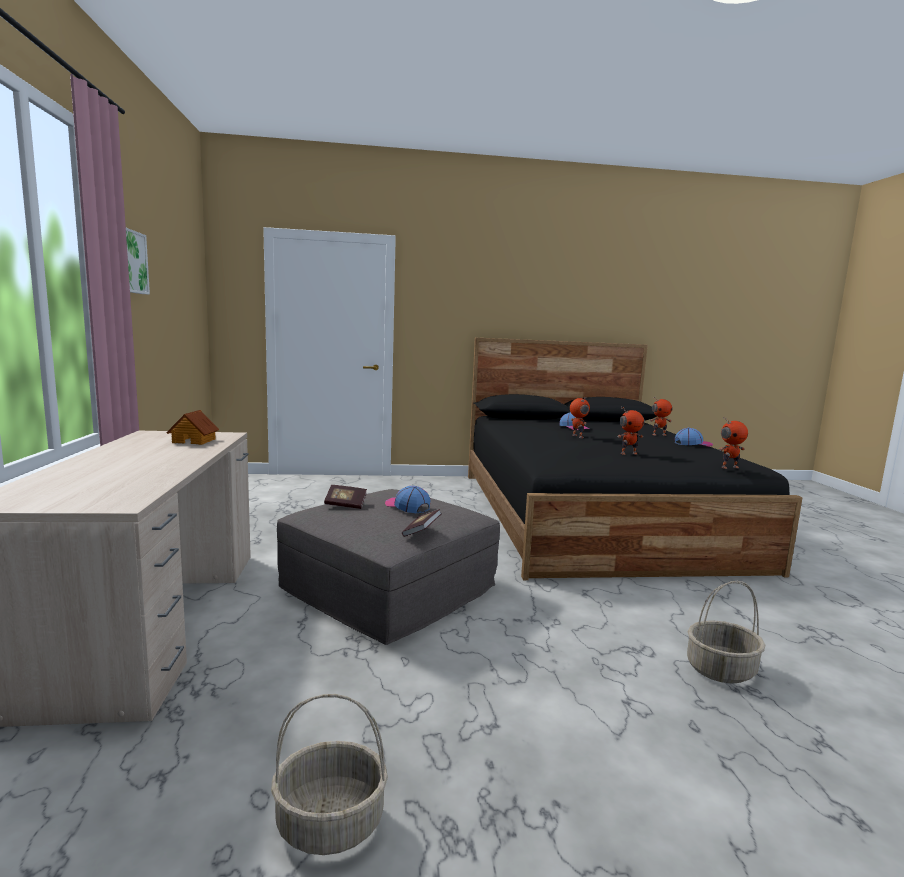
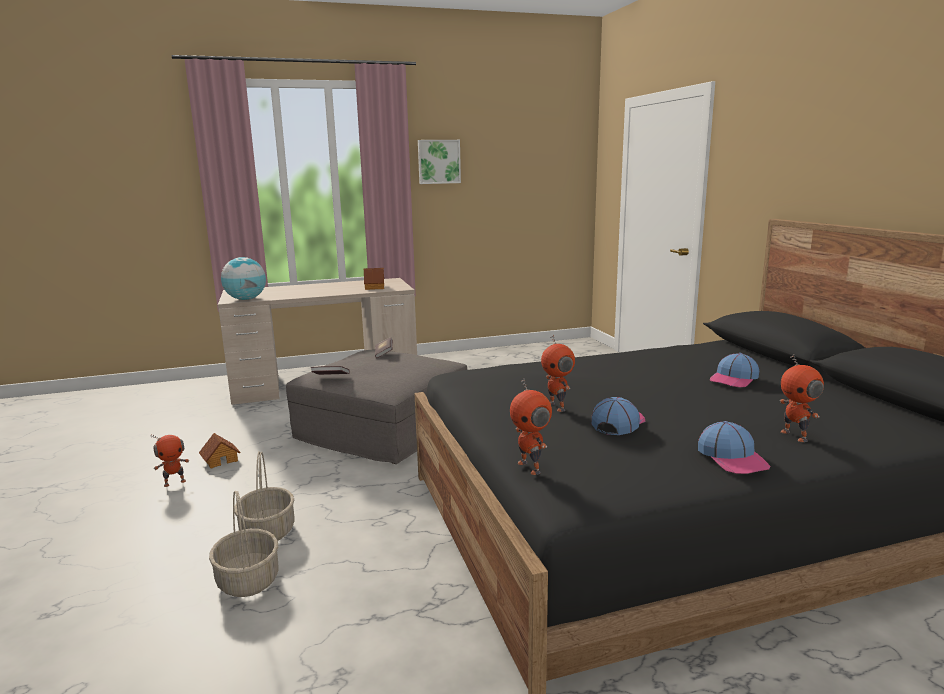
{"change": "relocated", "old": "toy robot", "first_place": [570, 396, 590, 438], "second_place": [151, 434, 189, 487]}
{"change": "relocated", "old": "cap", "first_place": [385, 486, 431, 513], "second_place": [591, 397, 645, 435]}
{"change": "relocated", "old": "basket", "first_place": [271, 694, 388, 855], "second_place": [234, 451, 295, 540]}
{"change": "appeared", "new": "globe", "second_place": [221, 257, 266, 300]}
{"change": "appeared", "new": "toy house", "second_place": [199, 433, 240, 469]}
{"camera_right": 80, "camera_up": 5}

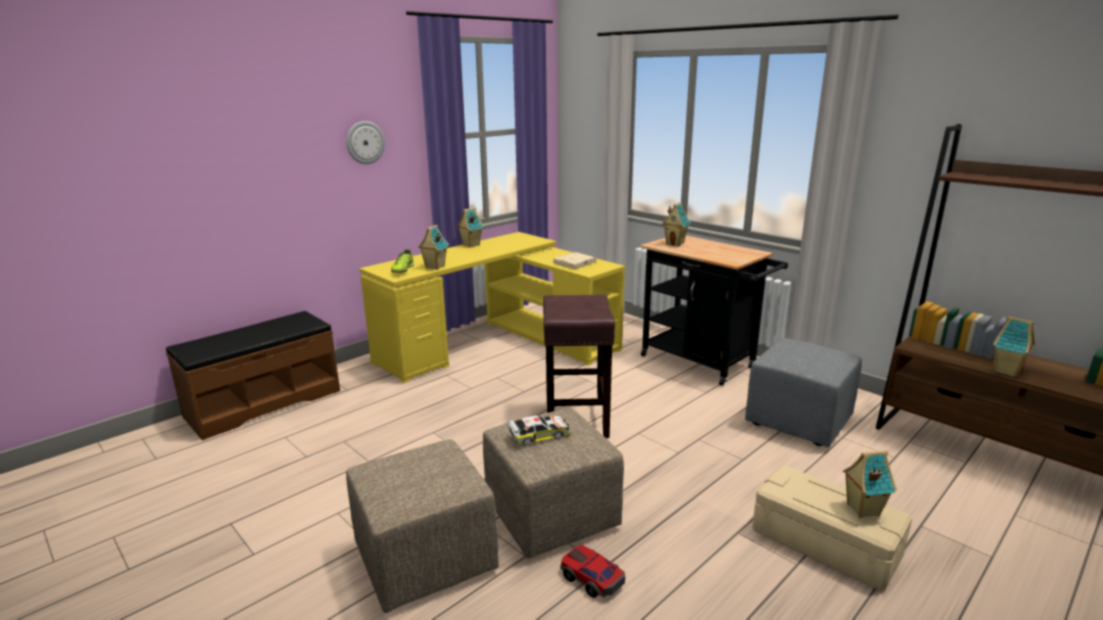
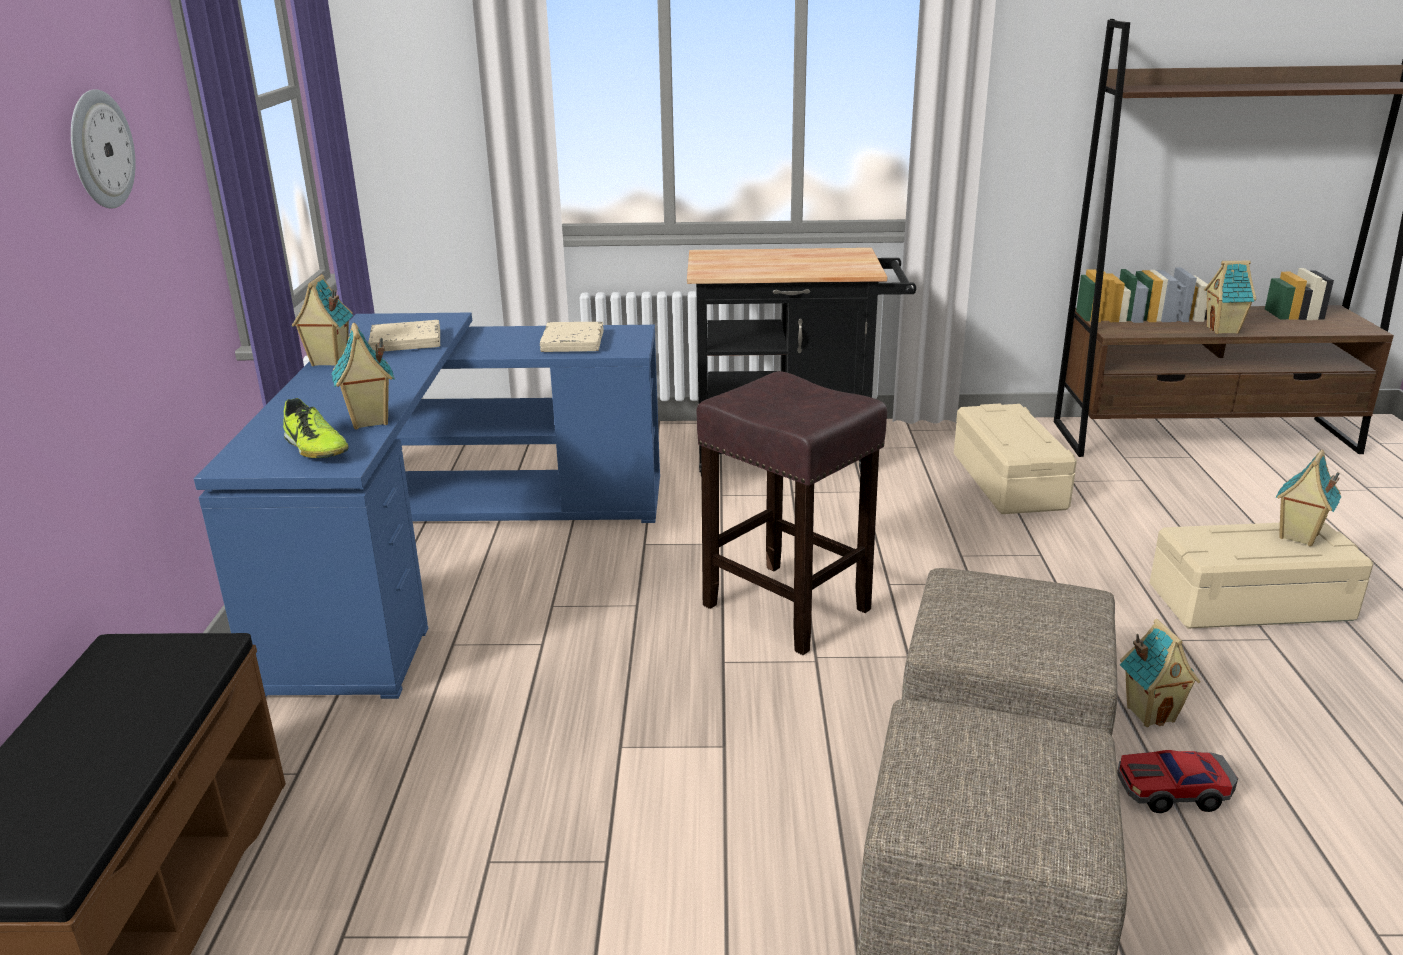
{"change": "relocated", "old": "toy house", "first_place": [662, 202, 691, 246], "second_place": [1120, 619, 1200, 727]}
{"change": "colour", "old": "yellow desk", "new": "blue desk", "first_place": [359, 232, 625, 383], "second_place": [194, 312, 660, 699]}
{"change": "exchanged", "old": "grey ottoman", "new": "beige storage box", "first_place": [745, 338, 862, 448], "second_place": [954, 403, 1077, 514]}
{"change": "missing", "old": "toy car", "first_place": [509, 415, 571, 445]}
{"change": "appeared", "new": "beige book", "second_place": [368, 320, 440, 352]}
{"camera_right": -45, "camera_up": 5}

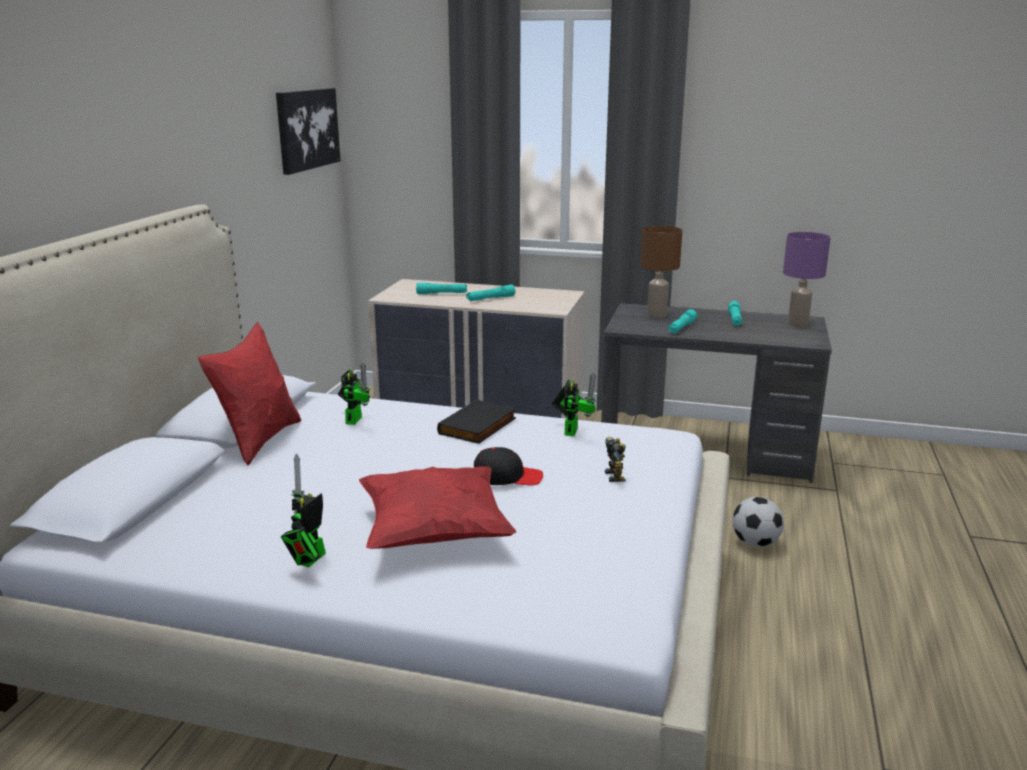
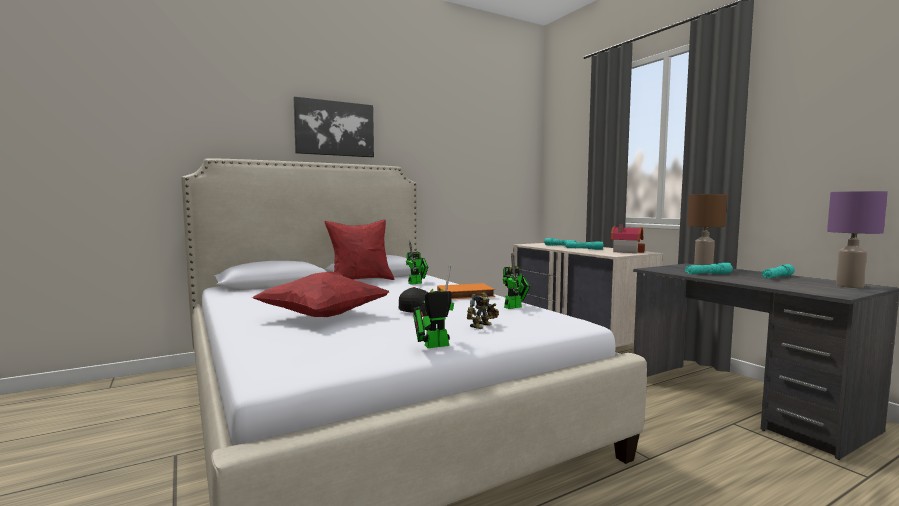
{"change": "relocated", "old": "picture", "first_place": [276, 88, 340, 175], "second_place": [294, 97, 374, 157]}
{"change": "colour", "old": "black book", "new": "orange book", "first_place": [437, 399, 516, 444], "second_place": [437, 283, 495, 299]}
{"change": "relocated", "old": "toy robot", "first_place": [281, 454, 326, 567], "second_place": [413, 263, 454, 348]}
{"change": "missing", "old": "football", "first_place": [732, 497, 784, 547]}
{"change": "appeared", "new": "toy house", "second_place": [610, 225, 645, 253]}
{"camera_right": 45, "camera_up": -15}

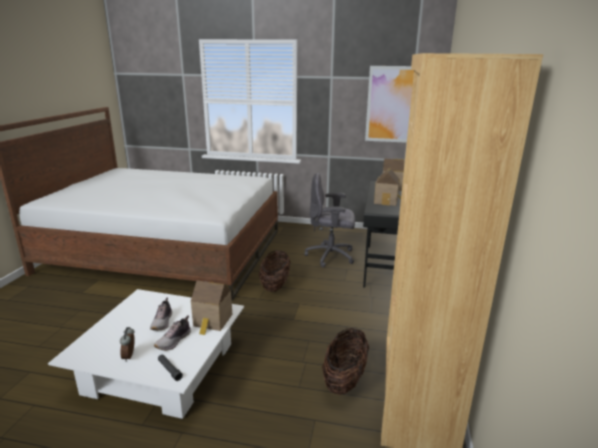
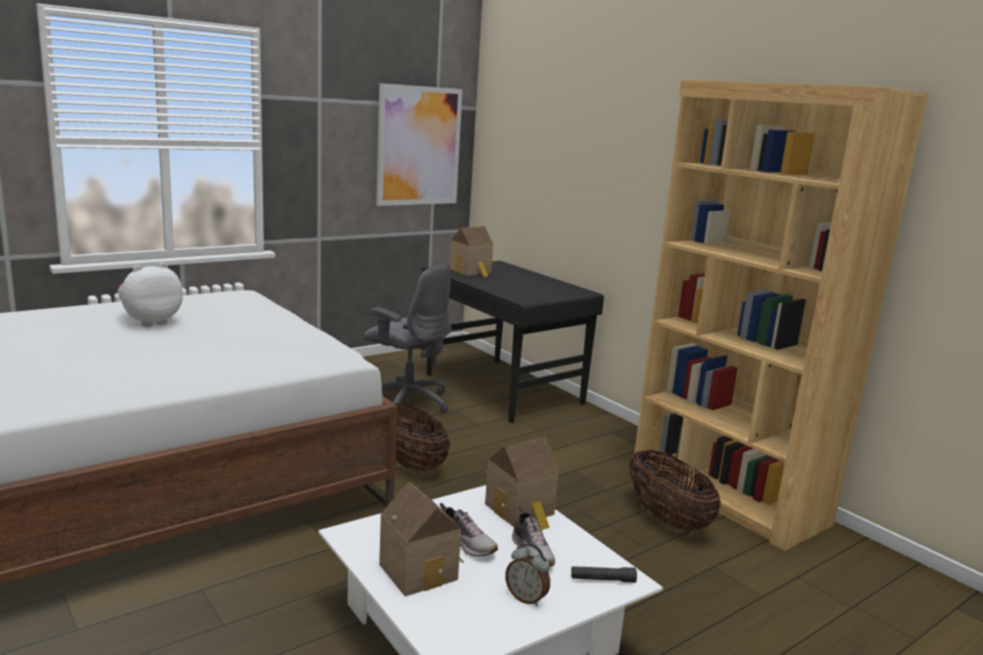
{"change": "relocated", "old": "toy house", "first_place": [374, 168, 401, 206], "second_place": [379, 481, 463, 596]}
{"change": "spun", "old": "grey office chair", "first_place": [305, 173, 355, 268], "second_place": [364, 265, 451, 418], "degrees": -105}
{"change": "appeared", "new": "plush toy", "second_place": [118, 263, 183, 327]}
{"camera_right": -50, "camera_up": -5}

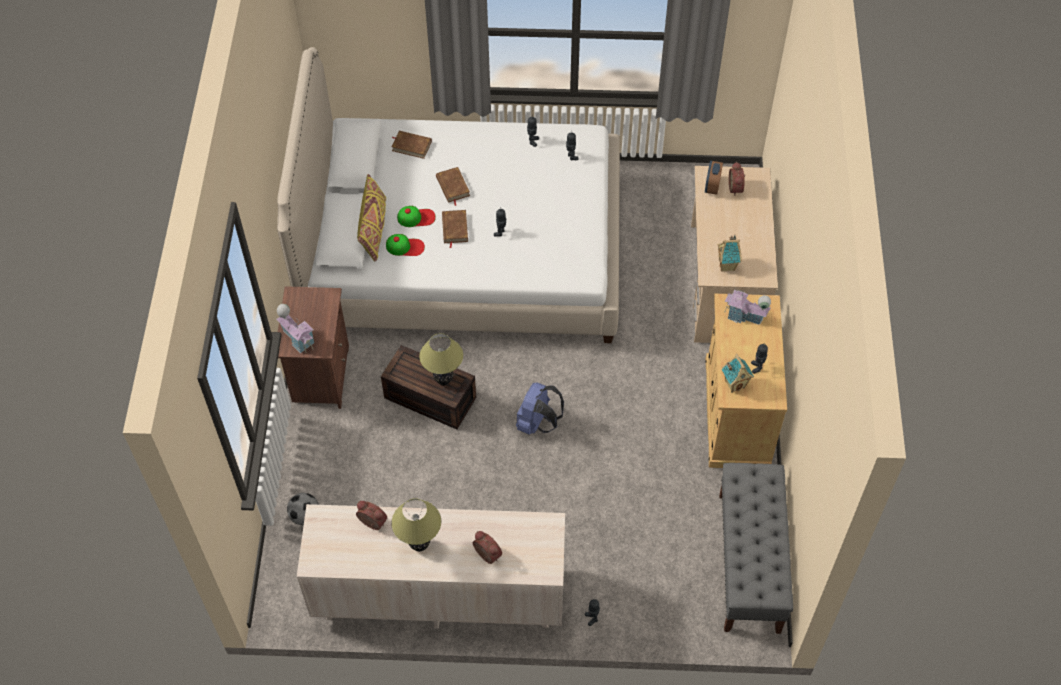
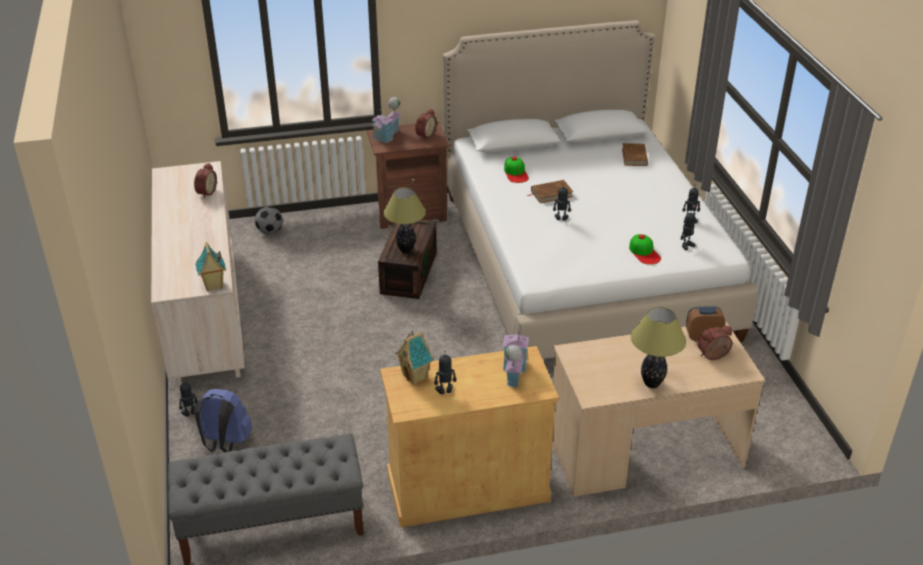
{"change": "missing", "old": "brown book", "first_place": [436, 167, 470, 206]}
{"change": "missing", "old": "yellow pillow", "first_place": [357, 174, 386, 261]}
{"change": "relocated", "old": "cap", "first_place": [397, 206, 436, 227], "second_place": [629, 234, 661, 265]}
{"change": "relocated", "old": "toy house", "first_place": [717, 235, 742, 272], "second_place": [195, 242, 226, 292]}
{"change": "relocated", "old": "blue backpack", "first_place": [516, 382, 564, 435], "second_place": [194, 389, 253, 453]}
{"change": "relocated", "old": "table lamp", "first_place": [391, 498, 441, 551], "second_place": [631, 307, 686, 388]}
{"change": "relocated", "old": "alarm clock", "first_place": [473, 531, 502, 564], "second_place": [415, 109, 437, 140]}
{"camera_right": 75, "camera_up": -20}

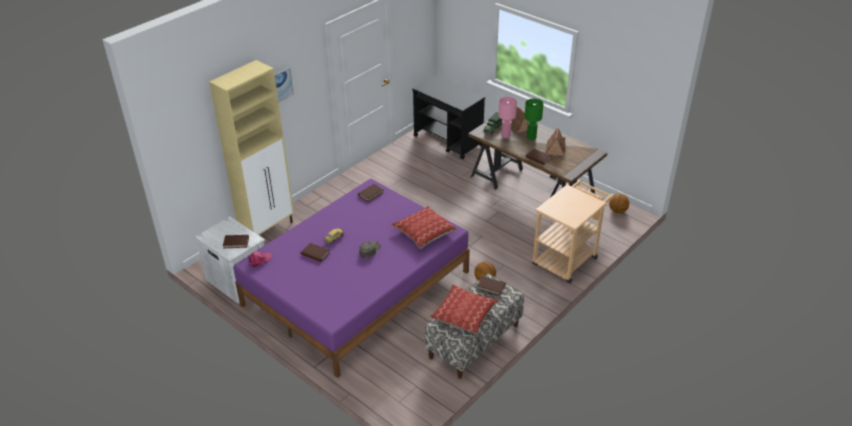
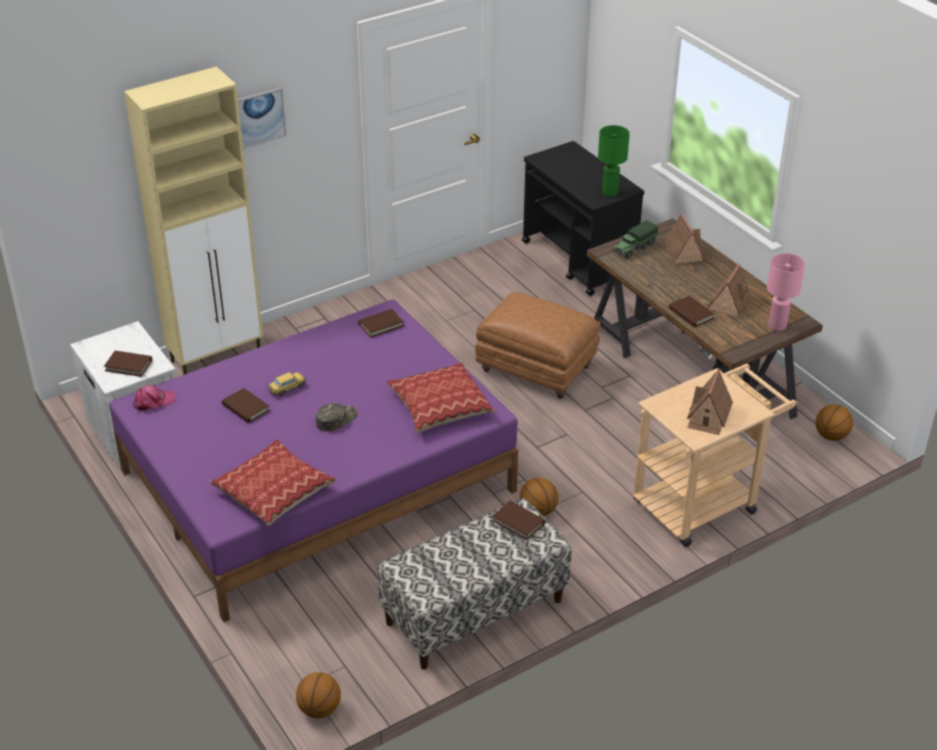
{"change": "relocated", "old": "pink table lamp", "first_place": [499, 97, 517, 138], "second_place": [767, 253, 805, 331]}
{"change": "relocated", "old": "green table lamp", "first_place": [525, 99, 543, 140], "second_place": [598, 125, 630, 196]}
{"change": "relocated", "old": "pillow", "first_place": [430, 284, 499, 335], "second_place": [210, 439, 337, 526]}
{"change": "appeared", "new": "brown ottoman", "second_place": [475, 292, 600, 399]}
{"change": "appeared", "new": "toy house", "second_place": [687, 368, 733, 435]}
{"change": "appeared", "new": "basketball", "second_place": [296, 672, 341, 718]}
{"camera_right": 15, "camera_up": 0}

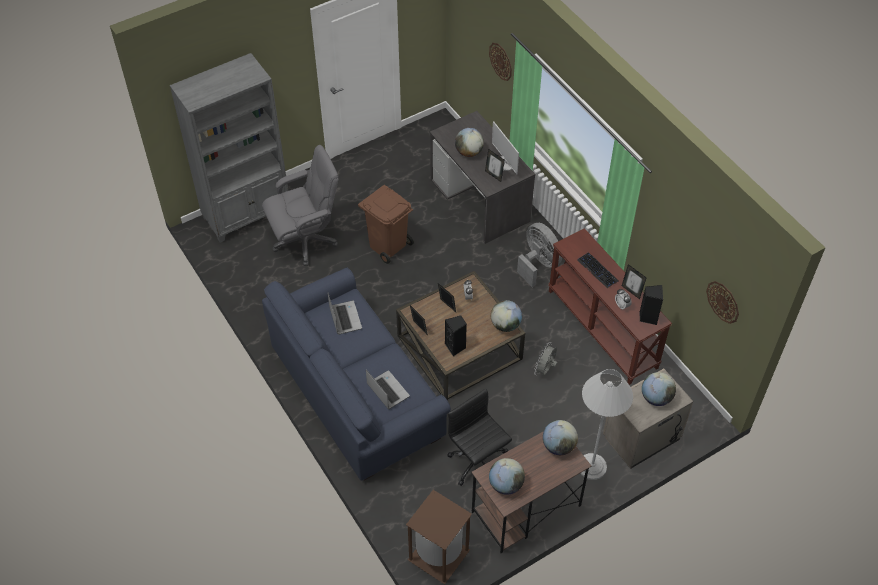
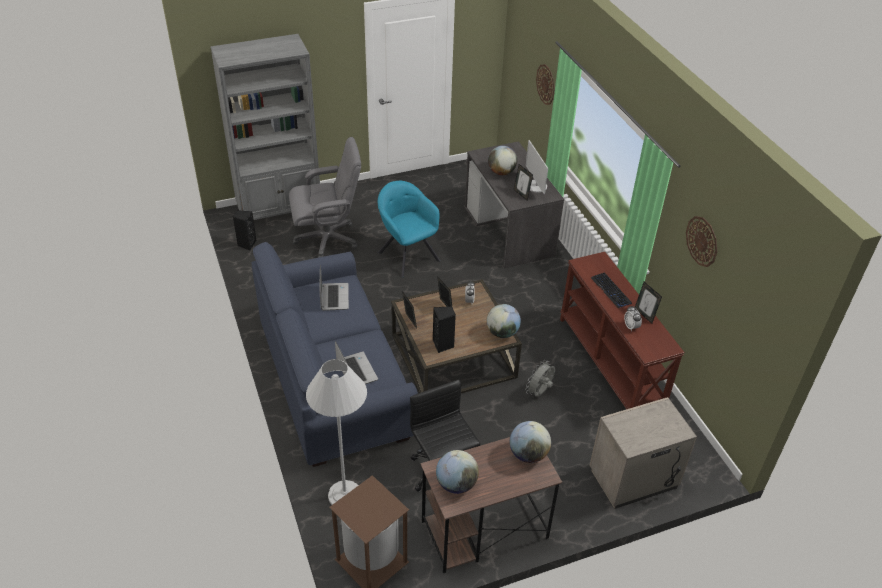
{"change": "exchanged", "old": "brown trash can", "new": "turquoise armchair", "first_place": [358, 185, 414, 264], "second_place": [377, 181, 441, 278]}
{"change": "missing", "old": "grey fan", "first_place": [517, 223, 562, 287]}
{"change": "relocated", "old": "wall clock", "first_place": [706, 281, 739, 324], "second_place": [686, 216, 717, 267]}
{"change": "relocated", "old": "black speaker", "first_place": [639, 285, 663, 325], "second_place": [233, 210, 257, 251]}
{"change": "relocated", "old": "white floor lamp", "first_place": [580, 369, 633, 480], "second_place": [306, 359, 367, 505]}
{"change": "missing", "old": "globe", "first_place": [642, 372, 676, 406]}
{"camera_right": 10, "camera_up": -10}

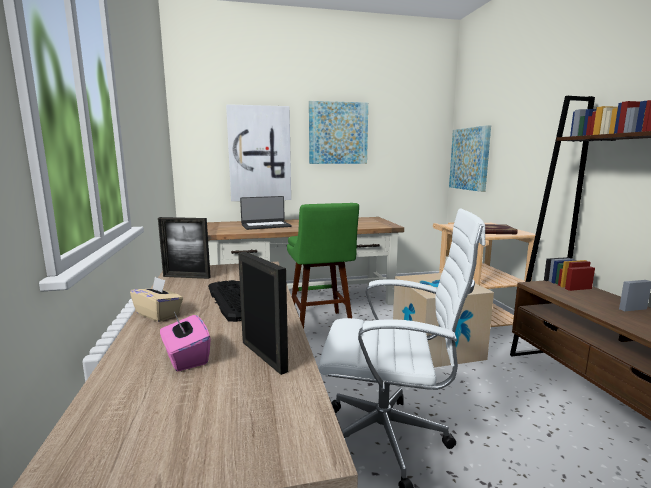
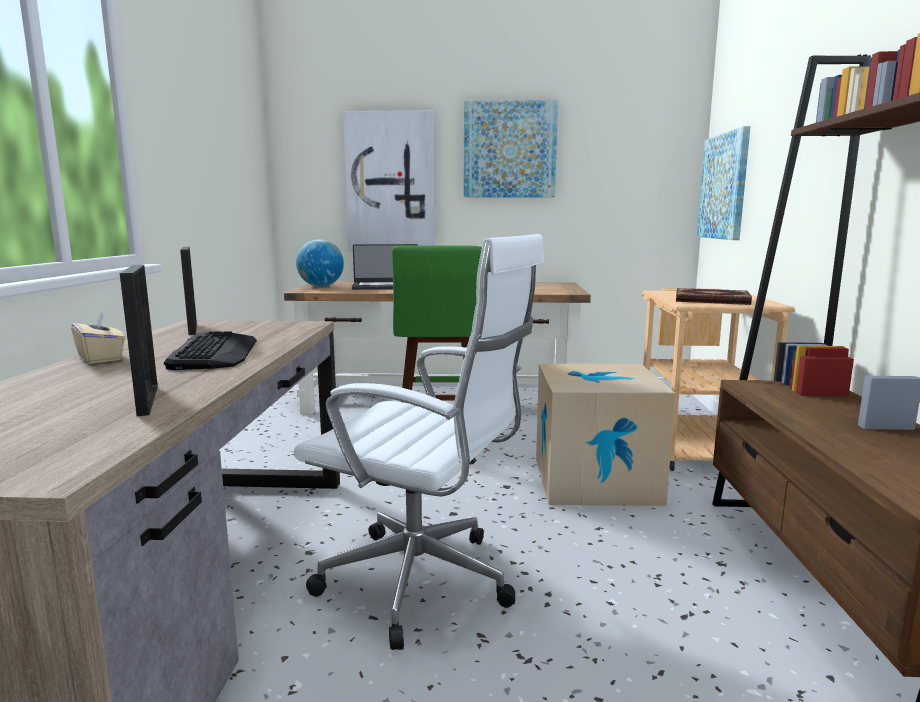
{"change": "spun", "old": "picture frame", "first_place": [158, 217, 211, 279], "second_place": [180, 247, 197, 335], "degrees": 45}
{"change": "missing", "old": "pink tissue box", "first_place": [160, 312, 211, 372]}
{"change": "appeared", "new": "globe", "second_place": [296, 239, 344, 287]}
{"camera_right": 15, "camera_up": 0}

